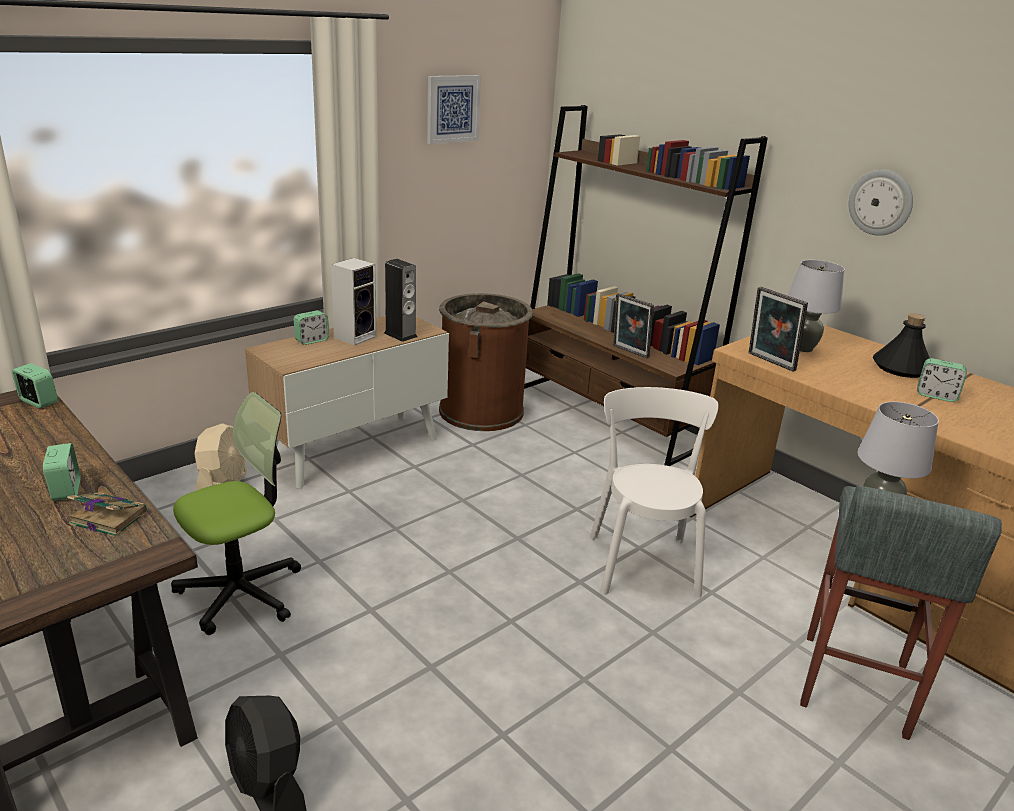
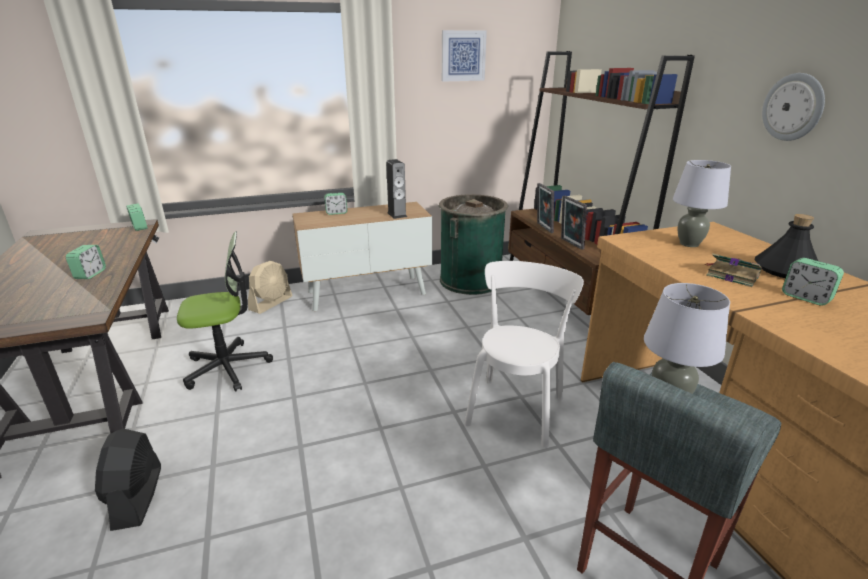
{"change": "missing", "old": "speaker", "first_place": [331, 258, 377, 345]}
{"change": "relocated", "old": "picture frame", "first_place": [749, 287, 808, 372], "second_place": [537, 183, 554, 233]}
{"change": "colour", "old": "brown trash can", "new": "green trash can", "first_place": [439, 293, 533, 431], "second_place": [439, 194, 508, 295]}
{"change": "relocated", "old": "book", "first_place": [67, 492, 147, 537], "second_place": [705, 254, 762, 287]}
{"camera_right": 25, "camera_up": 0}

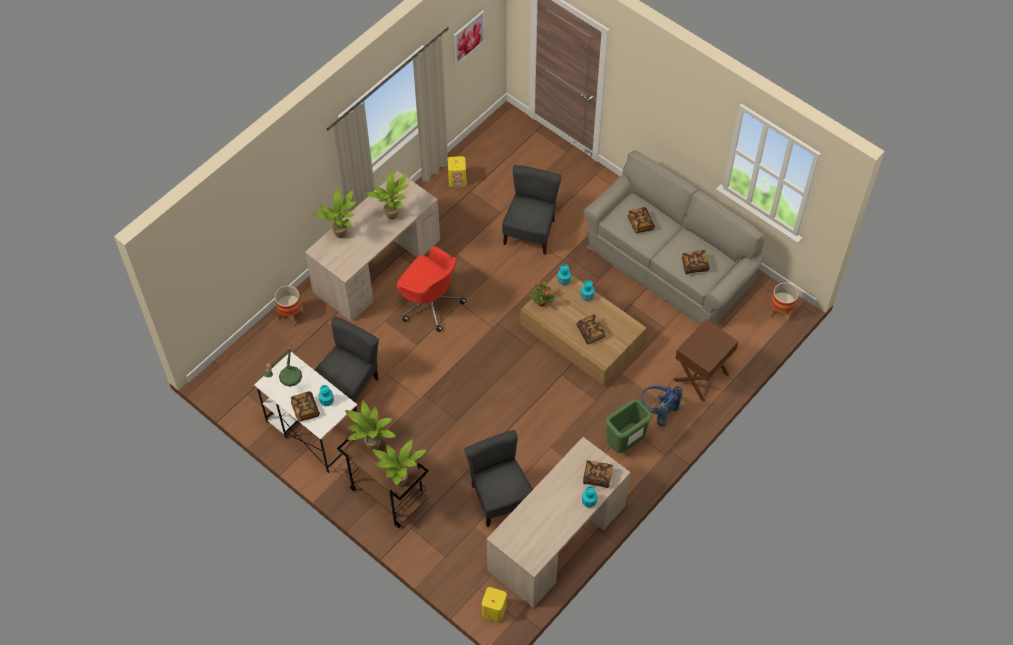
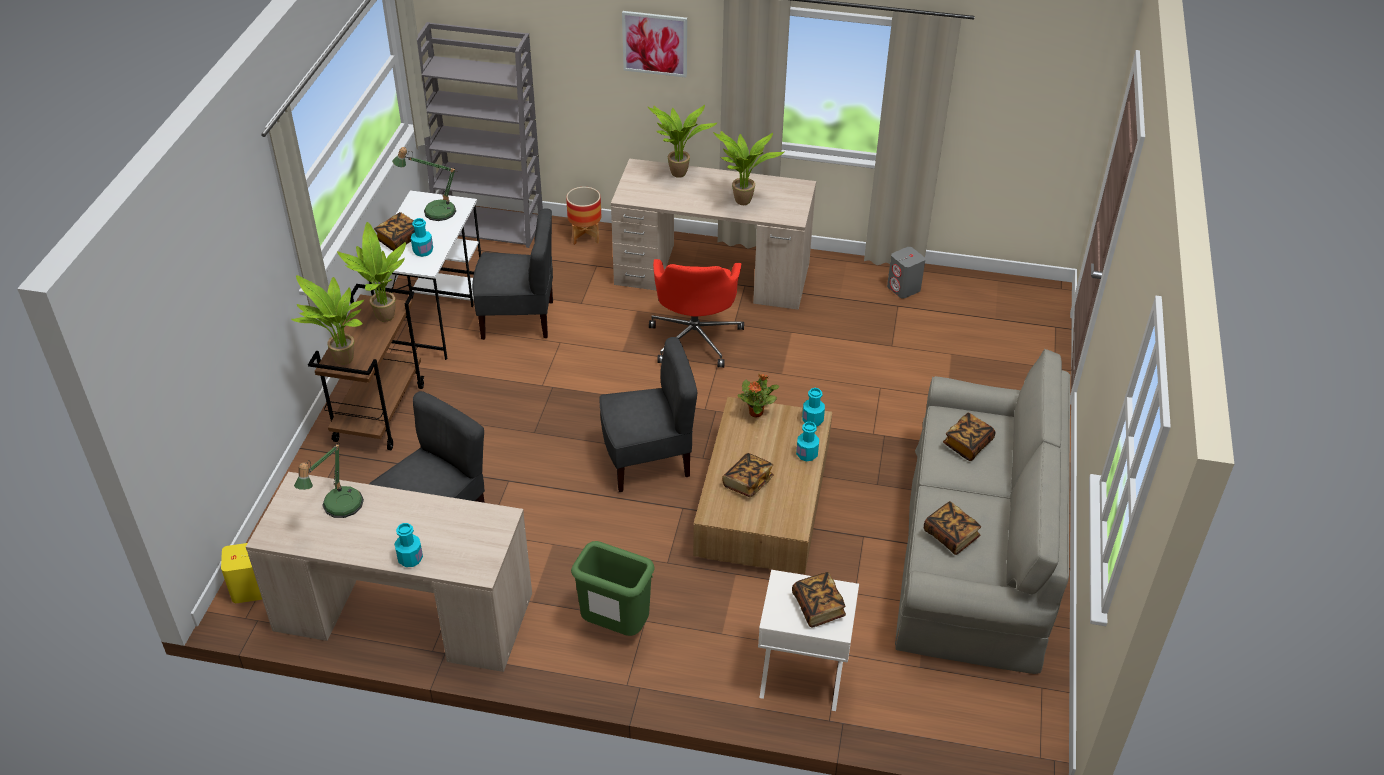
{"change": "relocated", "old": "picture", "first_place": [454, 10, 485, 65], "second_place": [622, 11, 687, 77]}
{"change": "colour", "old": "yellow speaker", "new": "grey speaker", "first_place": [448, 156, 466, 187], "second_place": [887, 247, 925, 299]}
{"change": "relocated", "old": "grey chair", "first_place": [502, 165, 562, 255], "second_place": [600, 337, 698, 492]}
{"change": "missing", "old": "planter", "first_place": [770, 282, 799, 322]}
{"change": "colour", "old": "brown nightstand", "new": "white nightstand", "first_place": [673, 319, 738, 402], "second_place": [758, 570, 859, 711]}
{"change": "missing", "old": "blue backpack", "first_place": [641, 385, 682, 427]}
{"change": "relocated", "old": "book", "first_place": [583, 460, 613, 488], "second_place": [792, 572, 846, 627]}
{"change": "appeared", "new": "grey bookcase", "second_place": [417, 22, 543, 248]}
{"change": "appeared", "new": "table lamp", "second_place": [294, 443, 364, 518]}
{"camera_right": 60, "camera_up": -15}

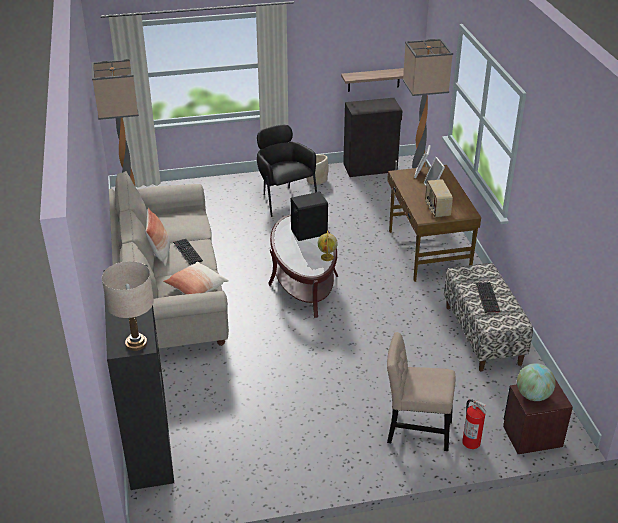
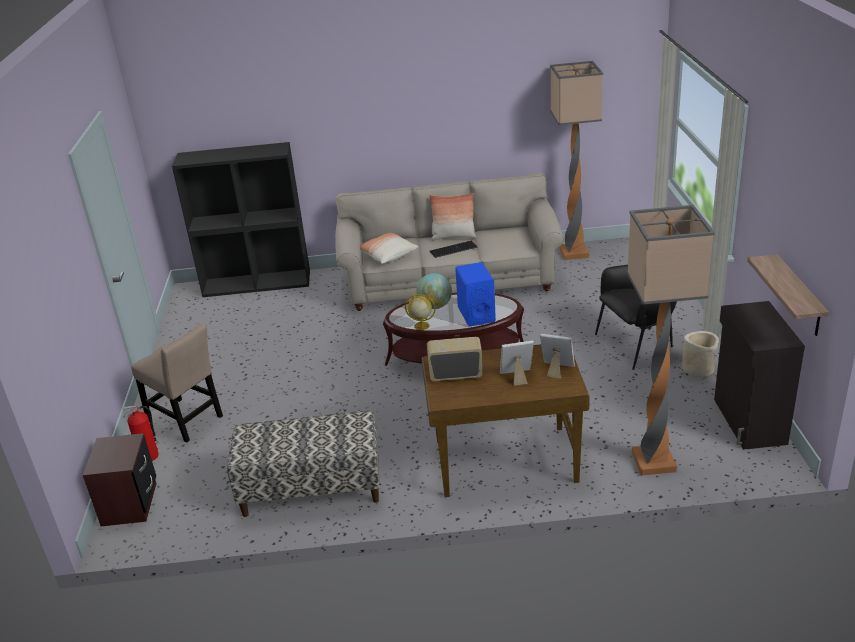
{"change": "colour", "old": "black speaker", "new": "blue speaker", "first_place": [291, 192, 328, 241], "second_place": [455, 262, 496, 326]}
{"change": "missing", "old": "beige table lamp", "first_place": [102, 261, 154, 351]}
{"change": "missing", "old": "keyboard", "first_place": [475, 282, 500, 313]}
{"change": "spun", "old": "beige chair", "first_place": [387, 332, 456, 451], "second_place": [131, 323, 223, 442], "degrees": 105}
{"change": "relocated", "old": "globe", "first_place": [517, 363, 556, 401], "second_place": [416, 273, 452, 309]}
{"camera_right": 100, "camera_up": -5}

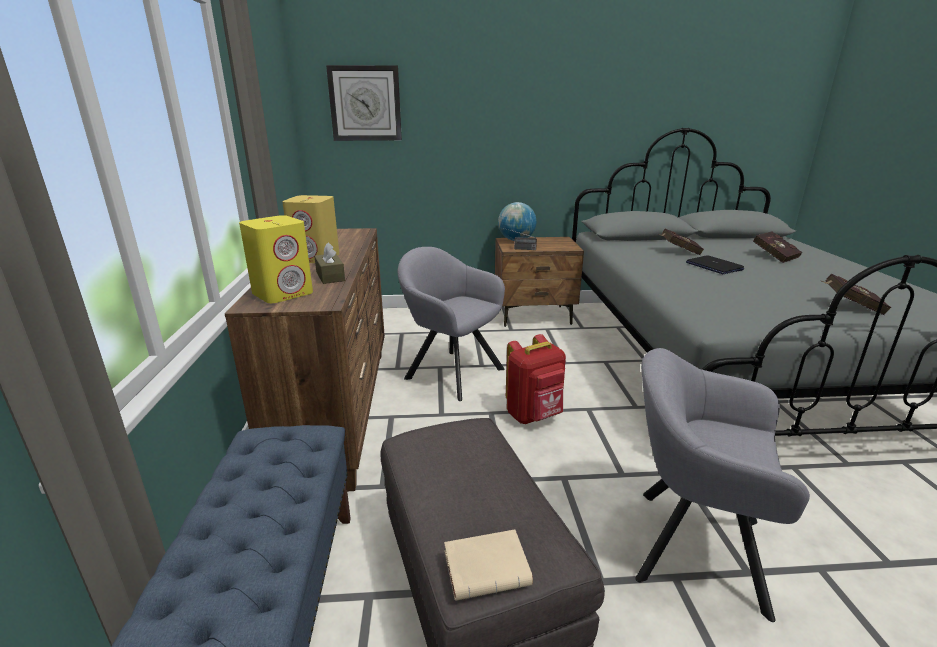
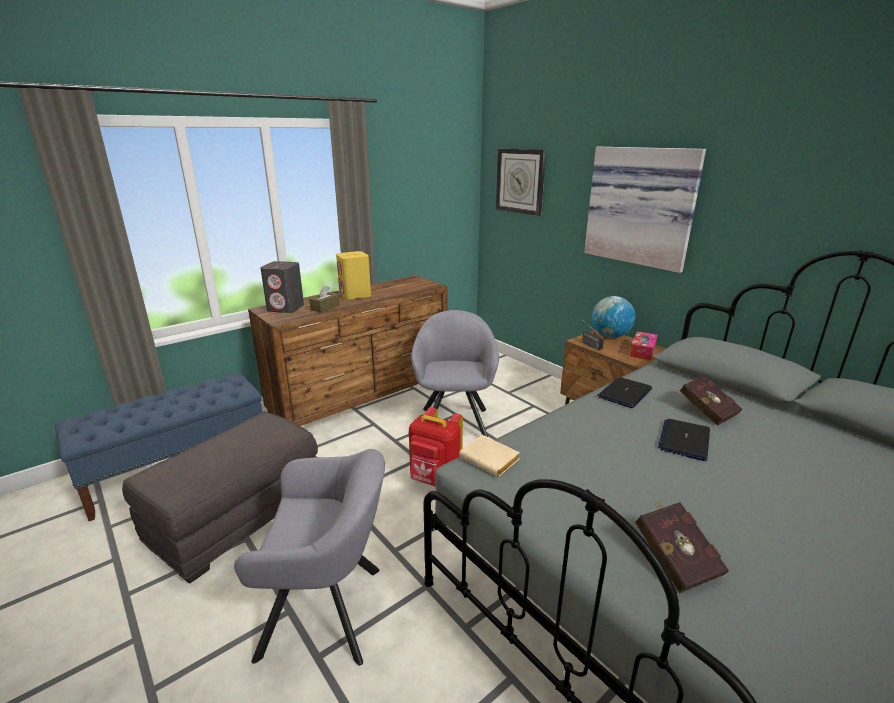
{"change": "colour", "old": "yellow speaker", "new": "grey speaker", "first_place": [239, 215, 313, 303], "second_place": [260, 261, 304, 313]}
{"change": "missing", "old": "red book", "first_place": [753, 232, 802, 263]}
{"change": "spun", "old": "grey armchair", "first_place": [635, 348, 810, 622], "second_place": [234, 449, 385, 665], "degrees": 105}
{"change": "relocated", "old": "beige book", "first_place": [444, 529, 533, 601], "second_place": [459, 435, 520, 477]}
{"change": "appeared", "new": "picture", "second_place": [584, 146, 706, 273]}
{"change": "appeared", "new": "tissue box", "second_place": [629, 332, 658, 360]}
{"change": "appeared", "new": "laptop", "second_place": [597, 377, 652, 408]}
{"camera_right": 55, "camera_up": 0}

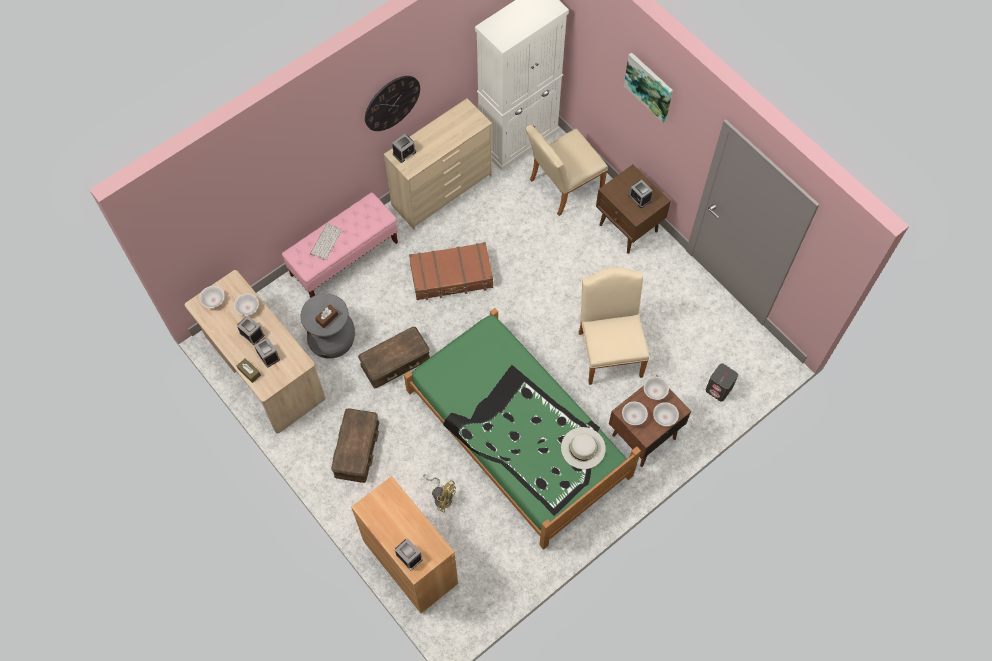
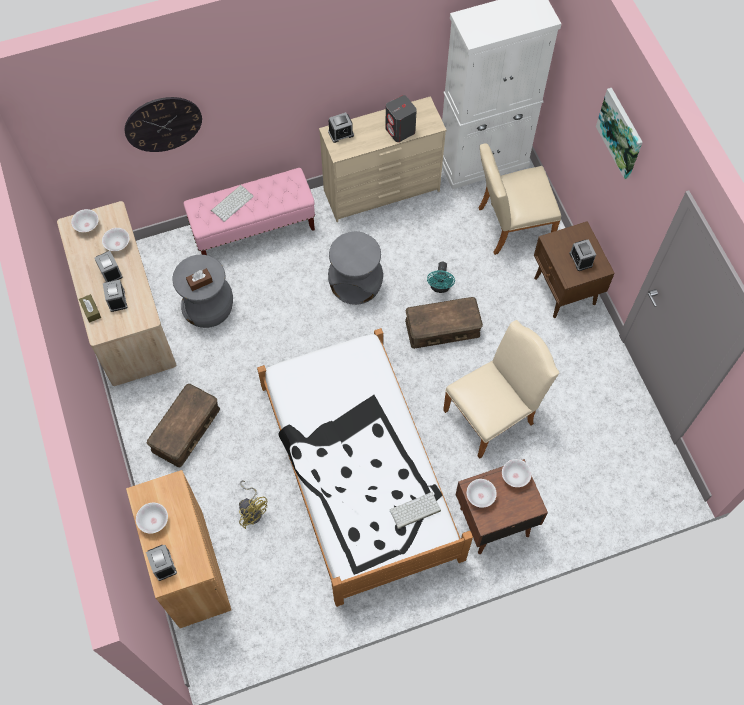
{"change": "relocated", "old": "wall clock", "first_place": [365, 76, 420, 131], "second_place": [125, 97, 202, 152]}
{"change": "exchanged", "old": "brown suitcase", "new": "grey stool", "first_place": [409, 242, 493, 300], "second_place": [328, 232, 383, 305]}
{"change": "spun", "old": "beige chair", "first_place": [579, 267, 649, 385], "second_place": [443, 320, 559, 459], "degrees": 45}
{"change": "colour", "old": "green bed", "new": "white bed", "first_place": [404, 308, 641, 550], "second_place": [257, 328, 473, 607]}
{"change": "relocated", "old": "brown storage box", "first_place": [358, 327, 430, 388], "second_place": [405, 297, 483, 349]}
{"change": "relocated", "old": "grey speaker", "first_place": [706, 363, 738, 401], "second_place": [385, 95, 417, 142]}
{"change": "relocated", "old": "white bowl", "first_place": [653, 402, 679, 426], "second_place": [136, 503, 168, 534]}
{"change": "exchanged", "old": "white hat", "new": "keyboard", "first_place": [561, 427, 606, 469], "second_place": [390, 492, 441, 529]}
{"change": "appeared", "new": "turquoise fan", "second_place": [427, 262, 455, 293]}
{"camera_right": 20, "camera_up": 0}

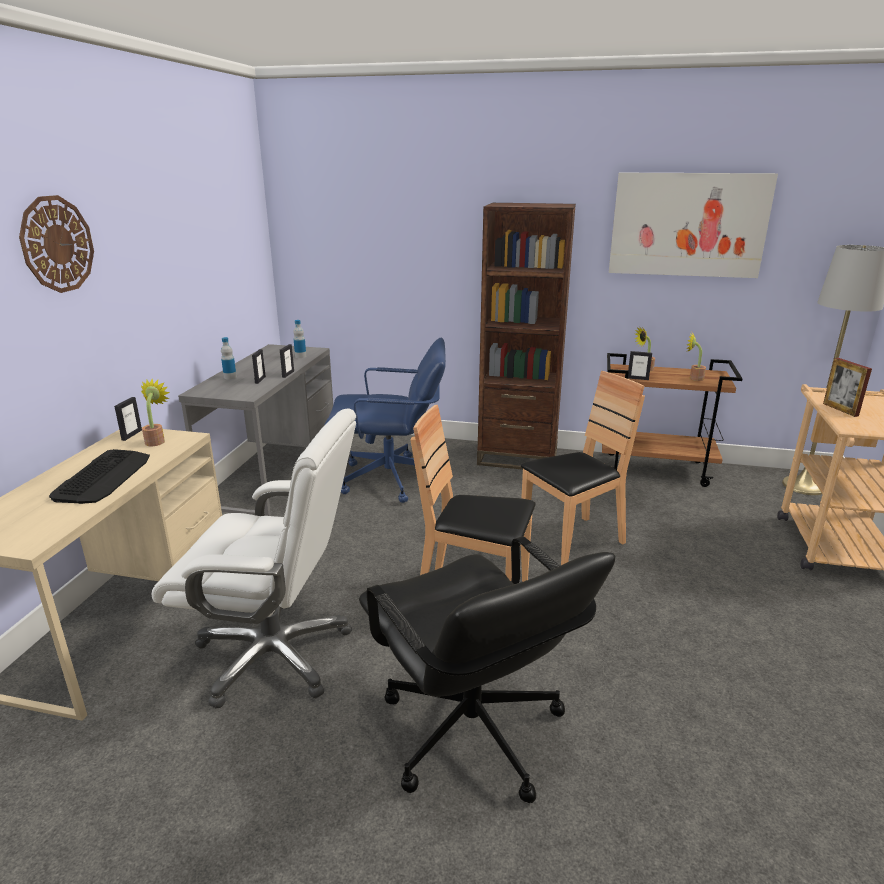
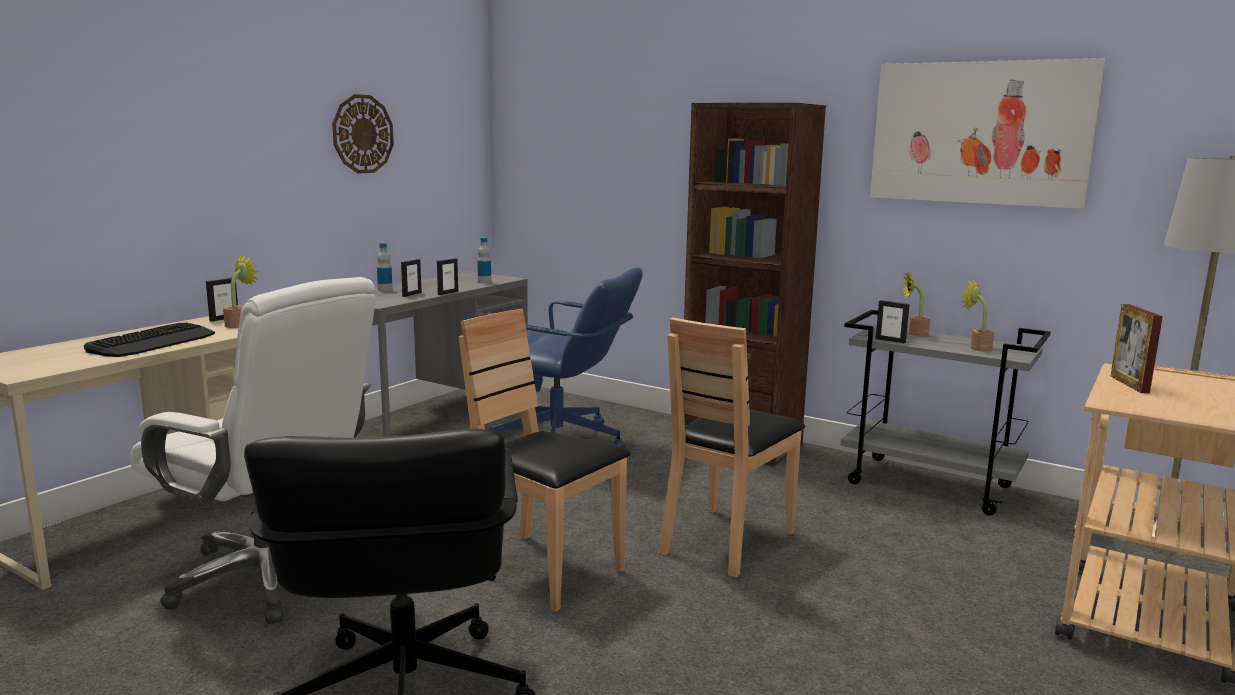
{"change": "relocated", "old": "wall clock", "first_place": [19, 195, 94, 293], "second_place": [332, 94, 394, 174]}
{"change": "colour", "old": "brown cart", "new": "grey cart", "first_place": [602, 353, 743, 487], "second_place": [841, 310, 1051, 516]}
{"change": "spun", "old": "brown chair", "first_place": [521, 371, 645, 565], "second_place": [659, 317, 805, 578], "degrees": 135}
{"camera_right": 20, "camera_up": -10}

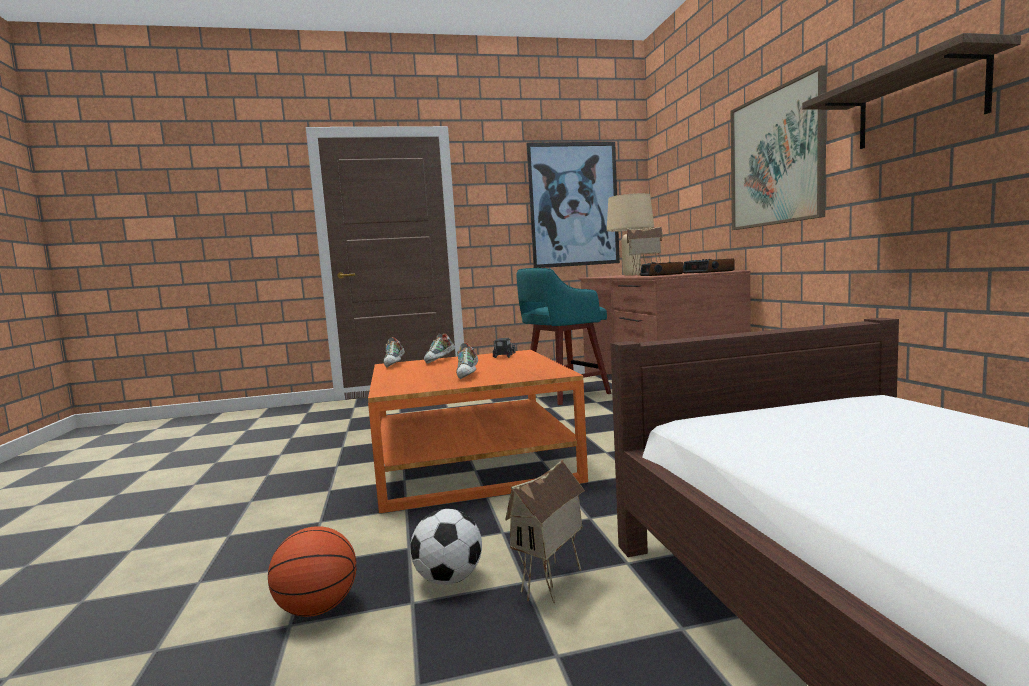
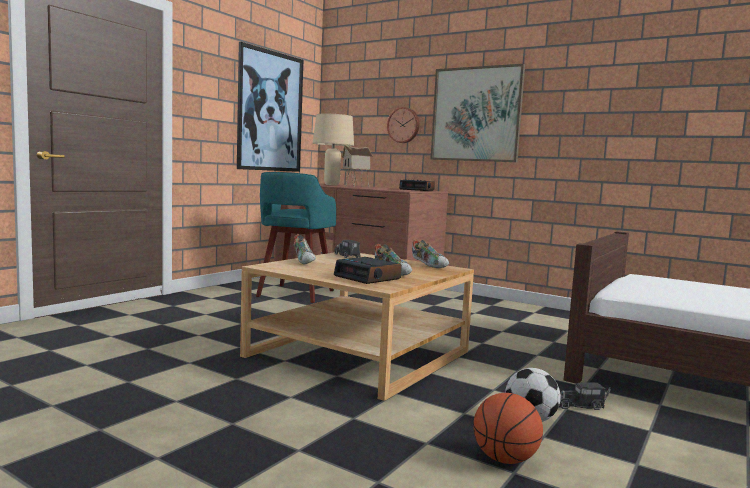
{"change": "missing", "old": "shelf", "first_place": [802, 33, 1021, 149]}
{"change": "relocated", "old": "alarm clock", "first_place": [640, 262, 683, 276], "second_place": [334, 257, 402, 284]}
{"change": "relocated", "old": "shoe", "first_place": [383, 337, 405, 367], "second_place": [412, 239, 449, 268]}
{"change": "colour", "old": "orange coffee table", "new": "beige coffee table", "first_place": [368, 350, 588, 513], "second_place": [240, 252, 474, 401]}
{"change": "exchanged", "old": "toy house", "new": "toy truck", "first_place": [505, 459, 585, 603], "second_place": [560, 383, 611, 410]}
{"change": "appeared", "new": "wall clock", "second_place": [387, 107, 419, 143]}
{"camera_right": -45, "camera_up": 0}

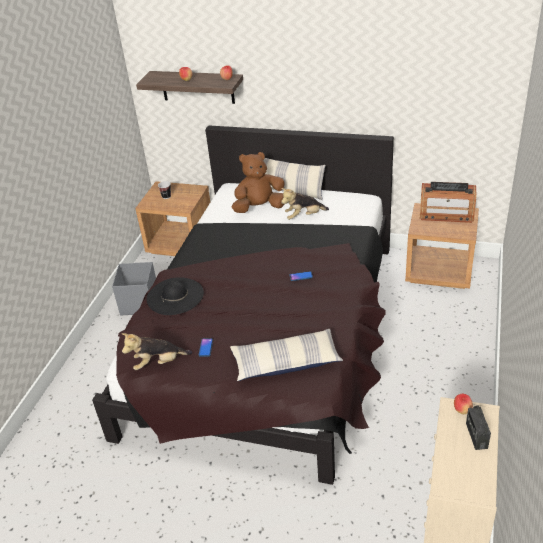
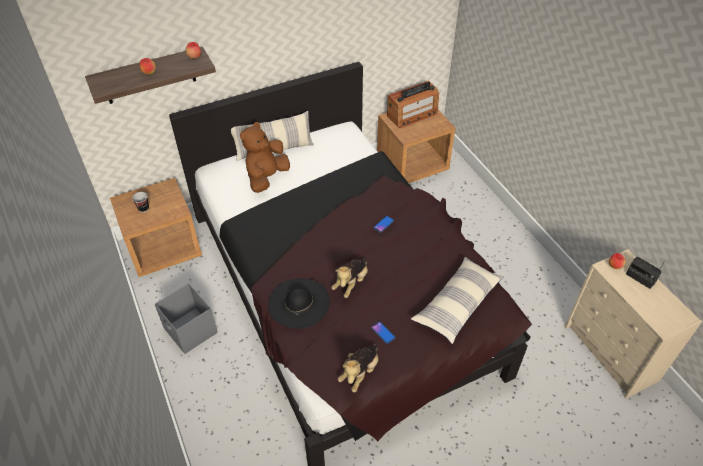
{"change": "relocated", "old": "plush toy", "first_place": [281, 188, 329, 220], "second_place": [331, 259, 368, 298]}
{"camera_right": -45, "camera_up": 10}

